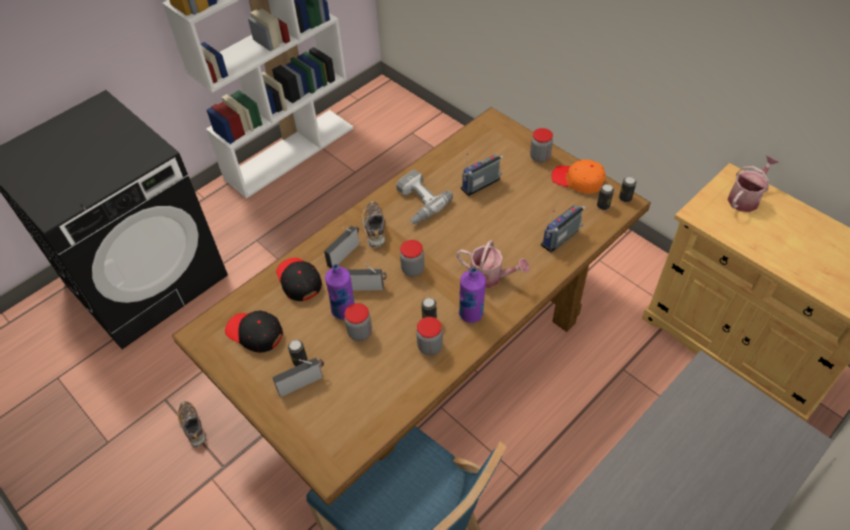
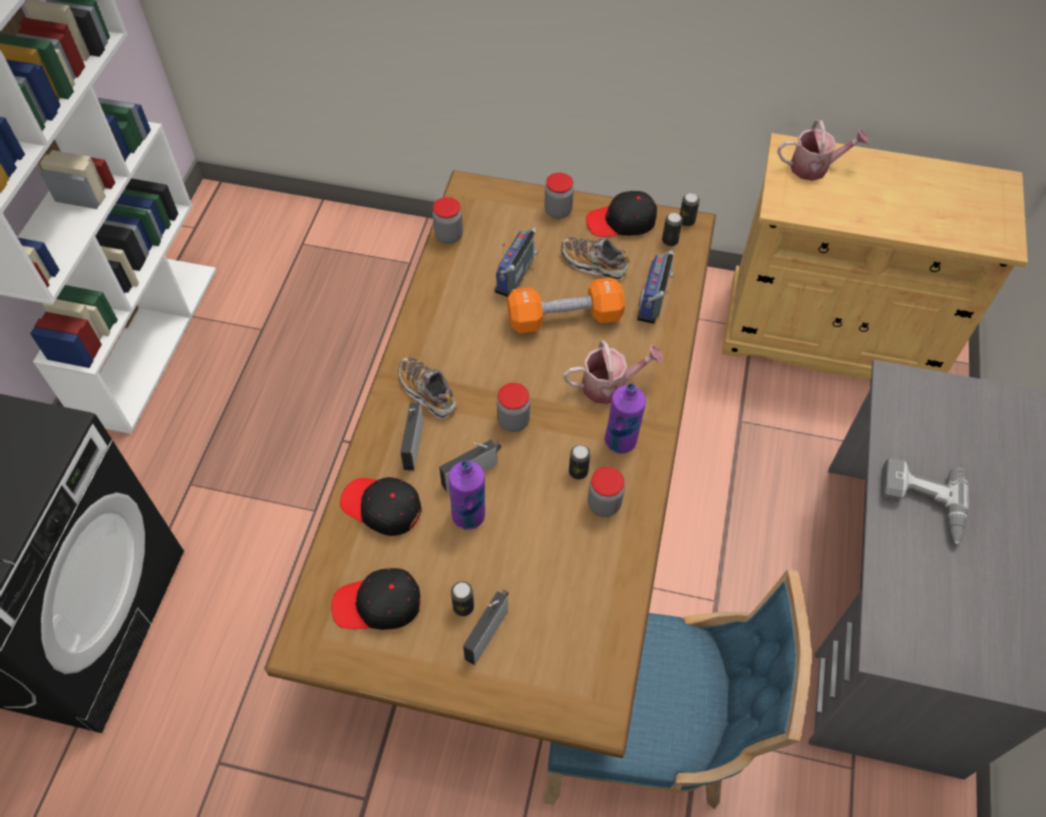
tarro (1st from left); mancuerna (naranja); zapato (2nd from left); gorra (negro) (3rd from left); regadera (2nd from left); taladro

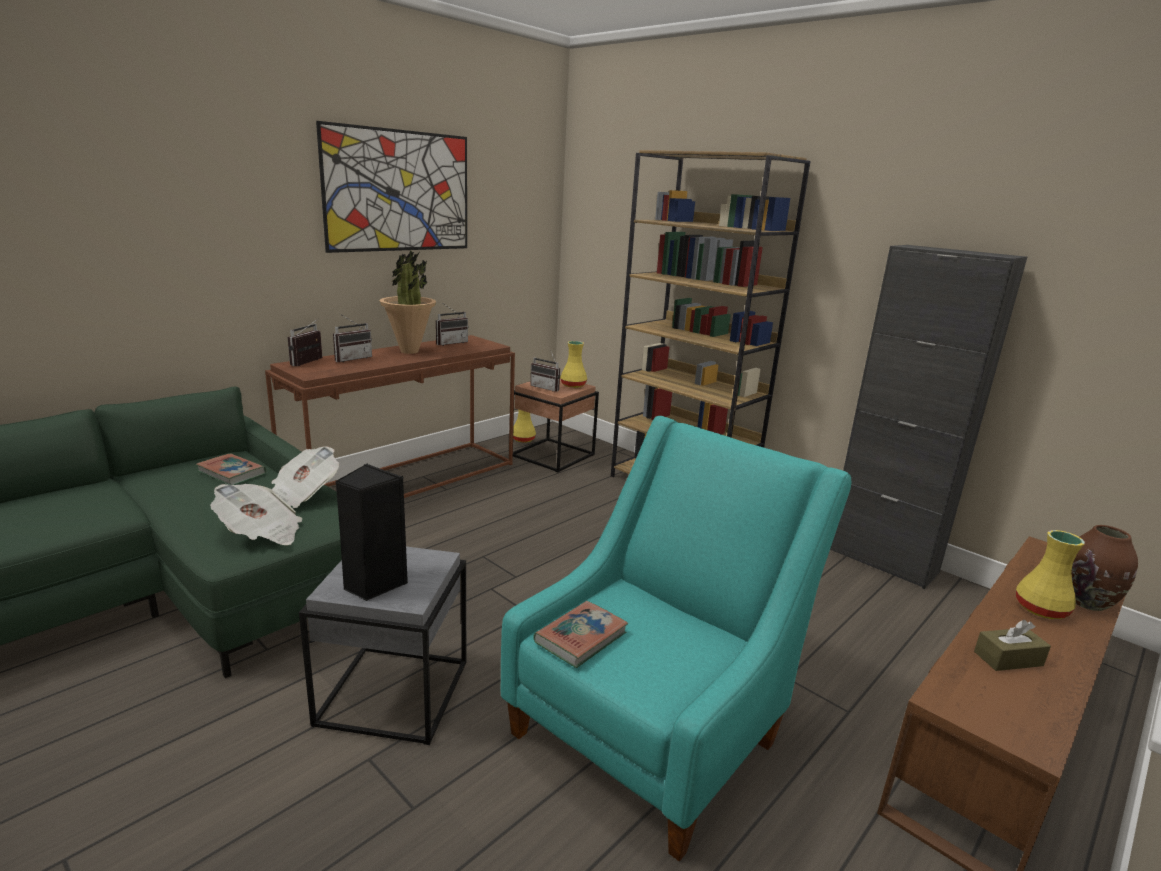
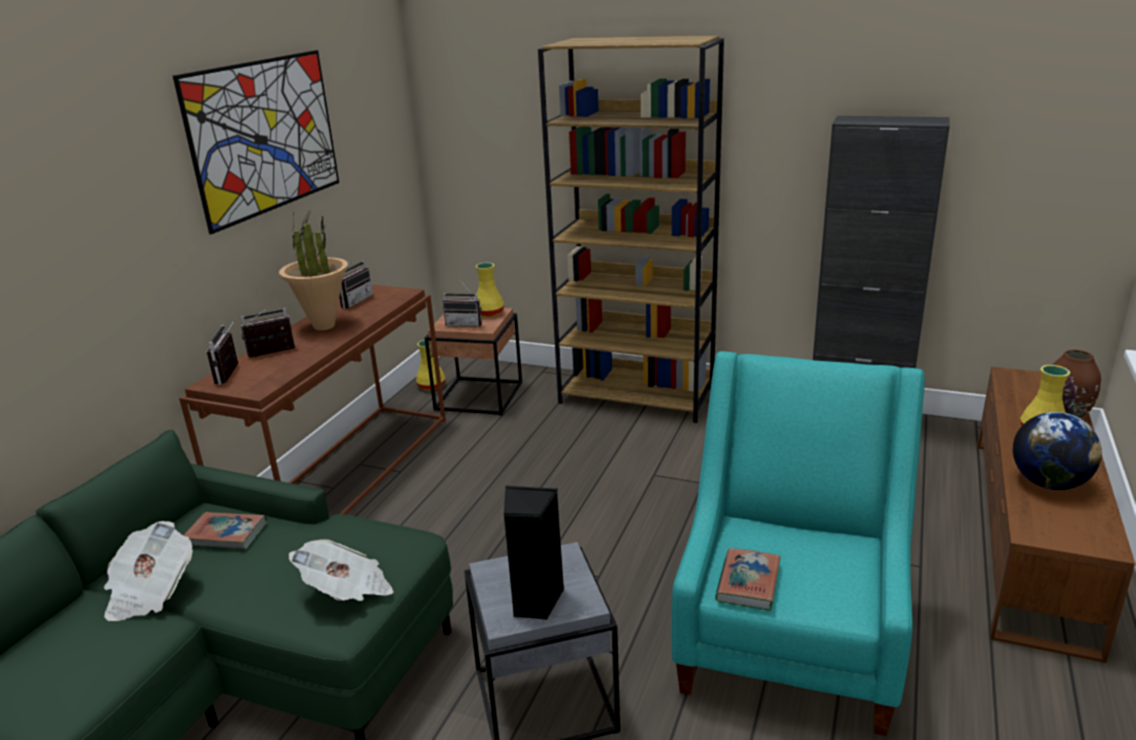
periódico (1st from left); radio (2nd from left); globo terráqueo

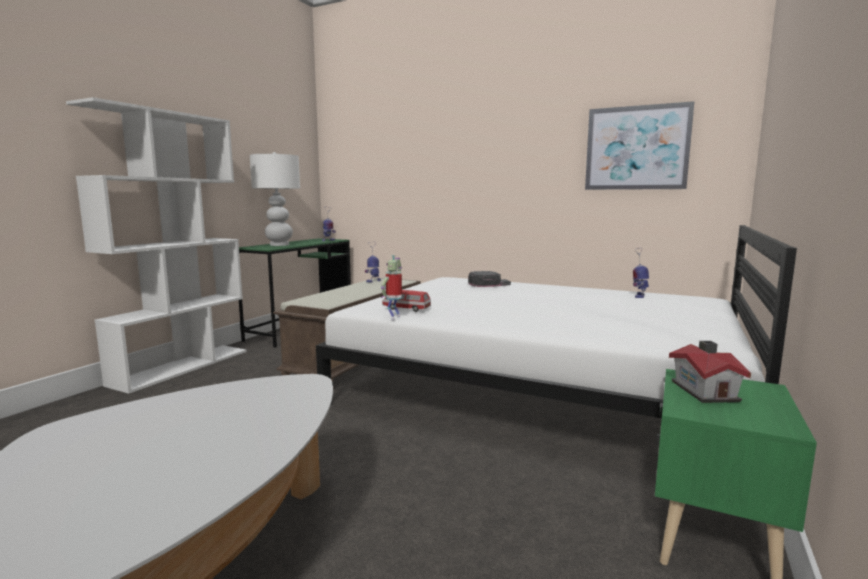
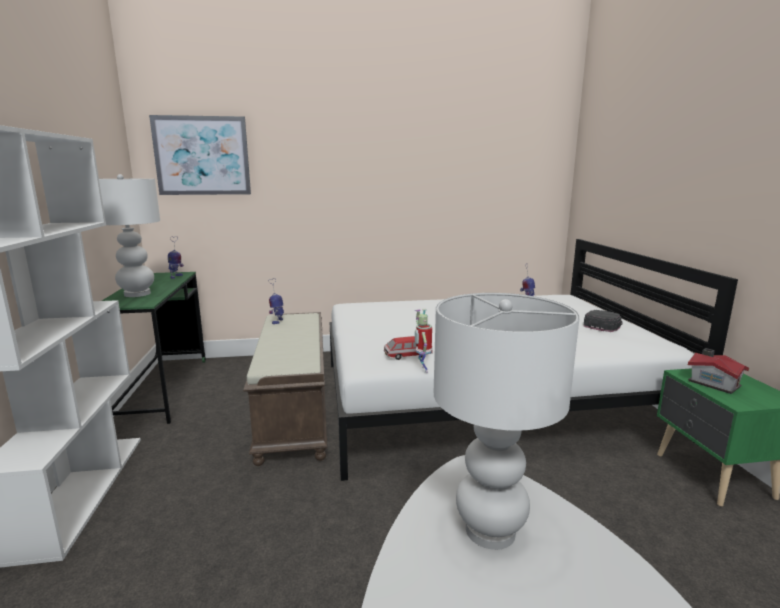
cuadro; lámpara de mesa (blanco) (2nd from left); gorra (negro)

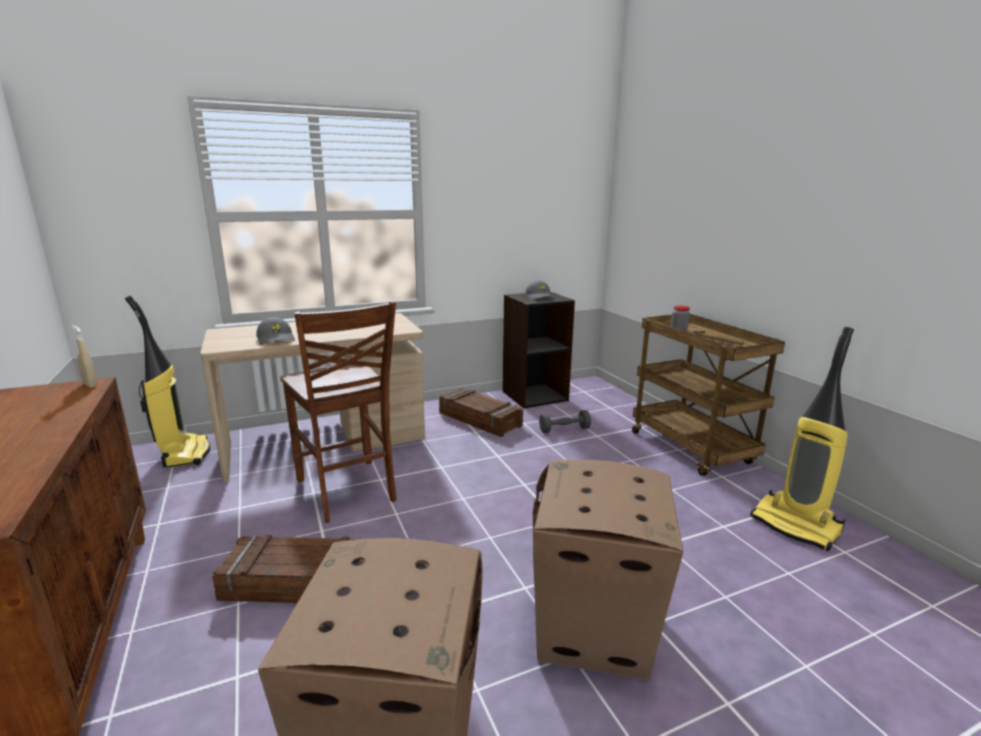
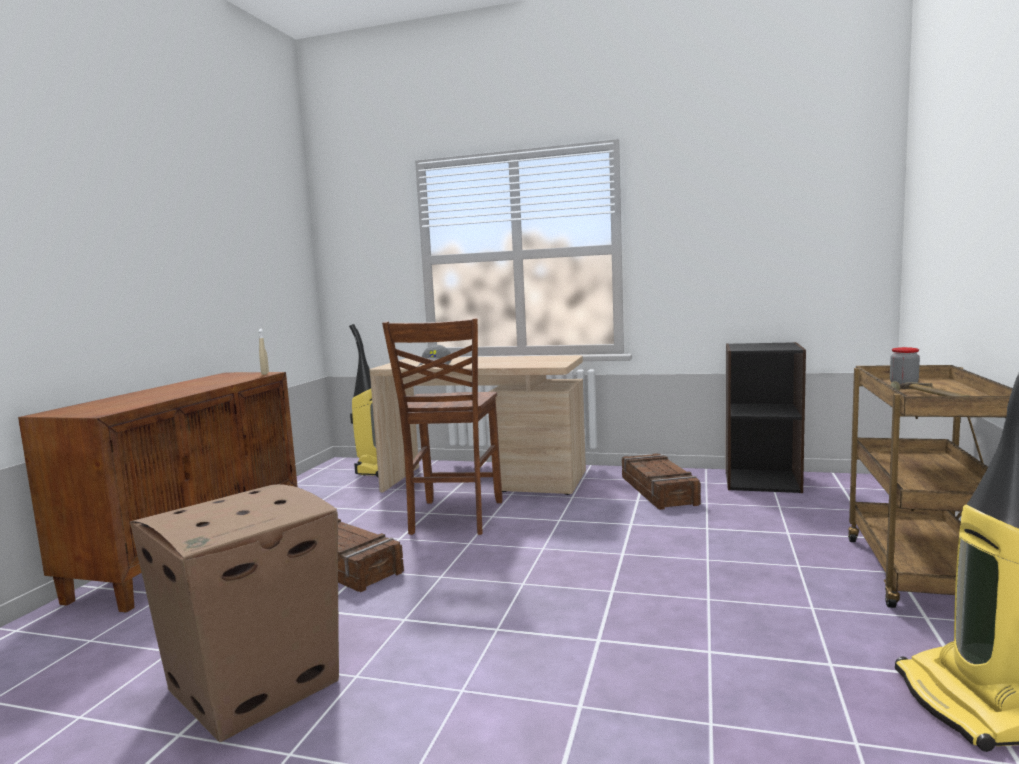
gorra (gris) (2nd from left in the first image); caja de cartón (2nd from left in the first image); mancuerna (gris)

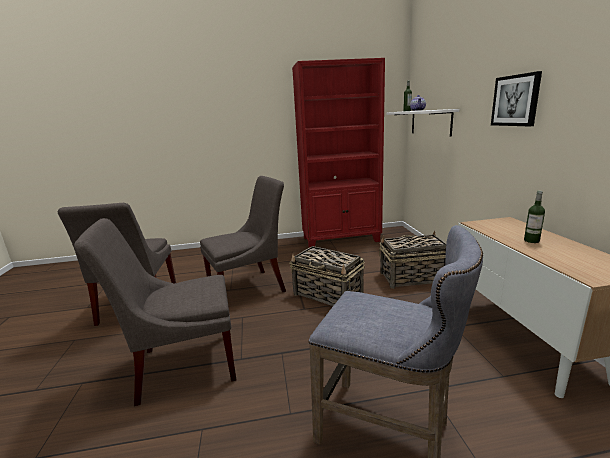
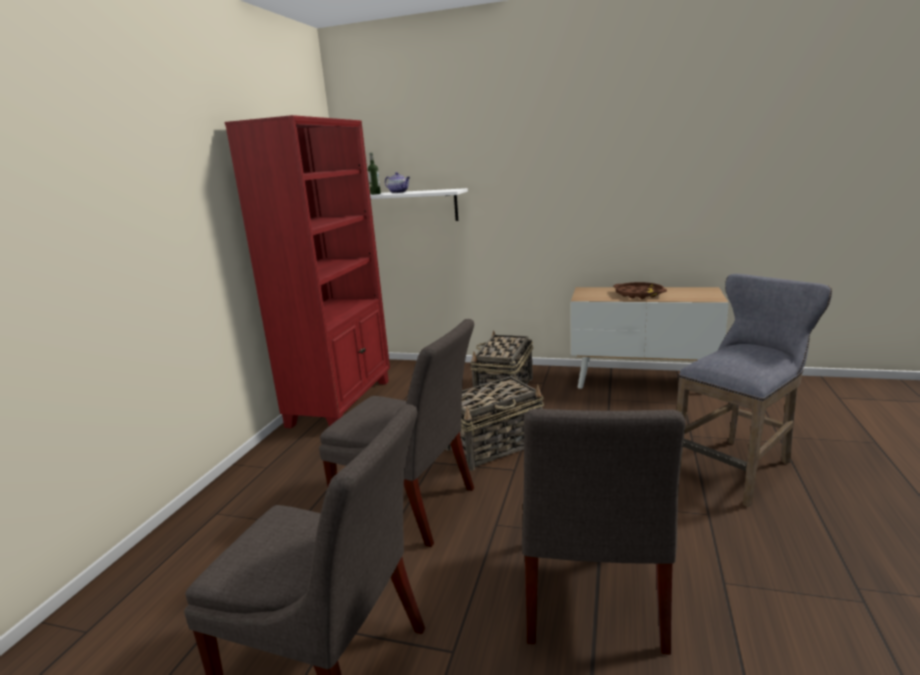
silla (gris) (2nd from left); bandeja (marrón); cuadro

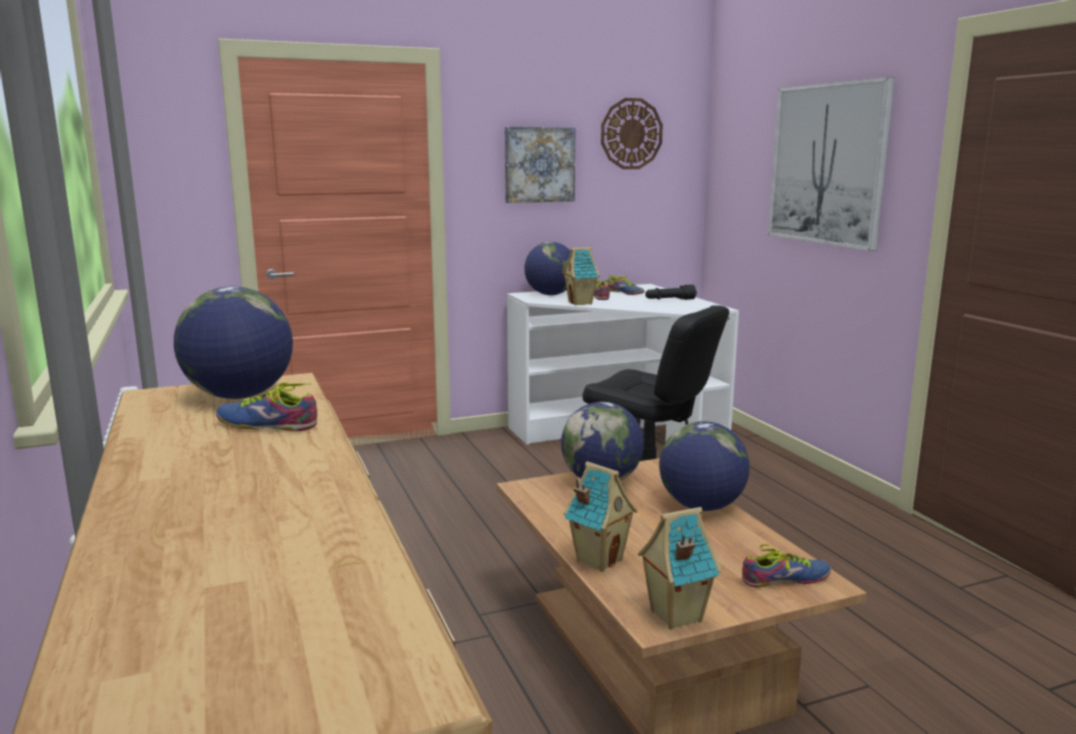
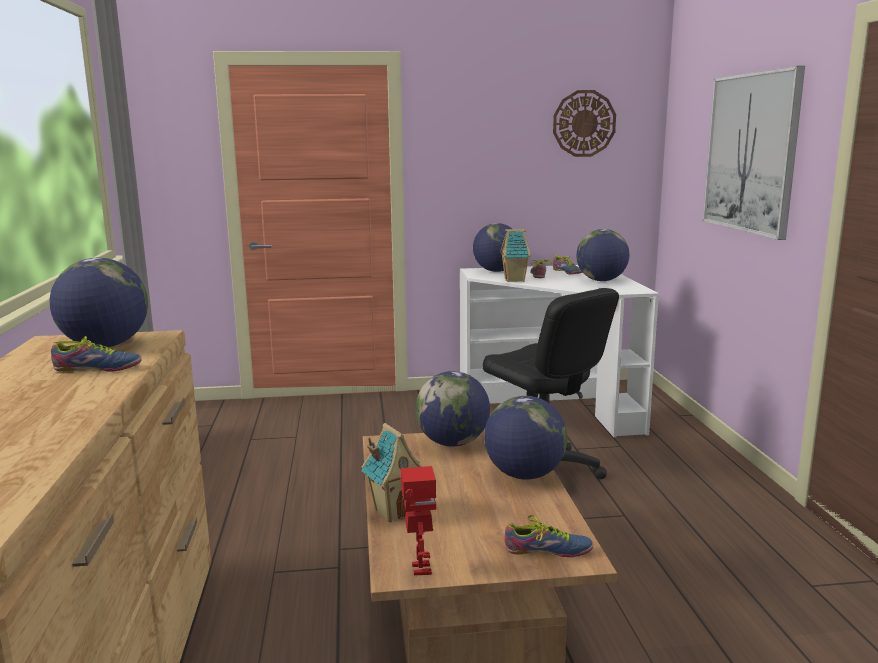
zapato (1st from left); robot de juguete; globo terráqueo (5th from left); cuadro (1st from left in the first image)

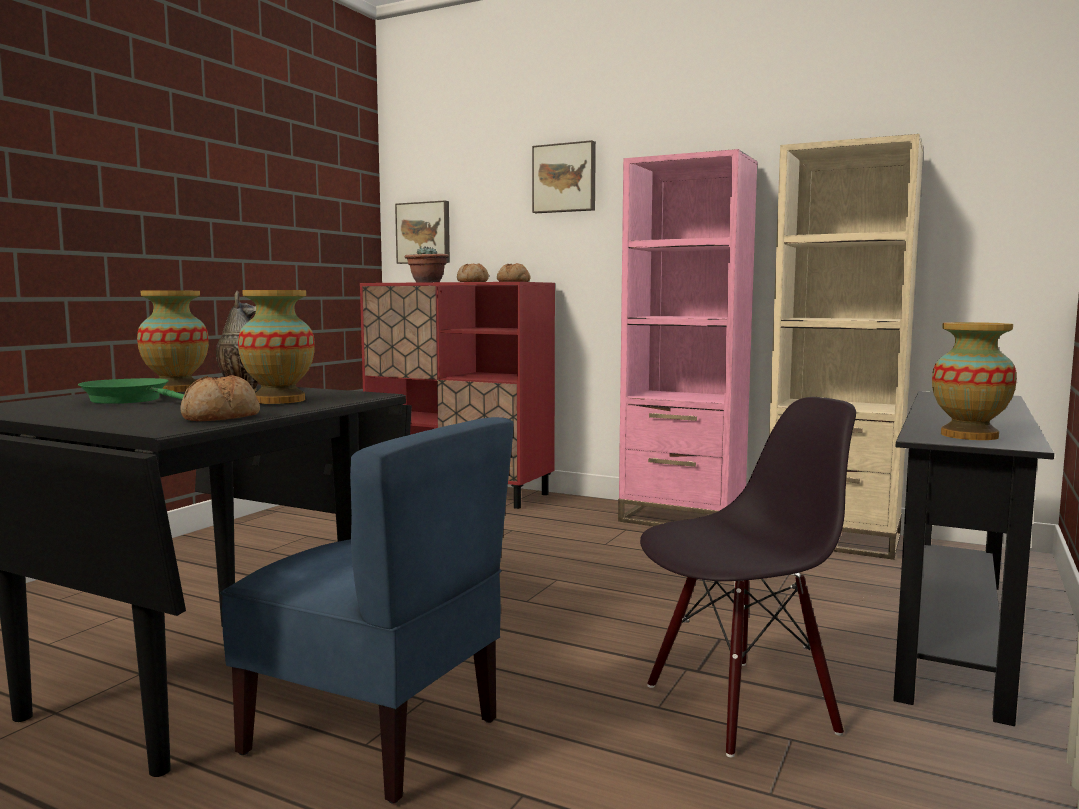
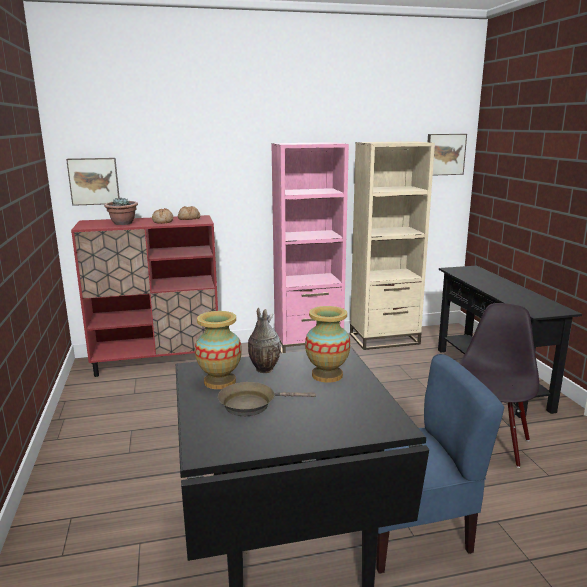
sartén (marrón); cuadro (2nd from left); pan (1st from left in the first image); florero (4th from left in the first image)

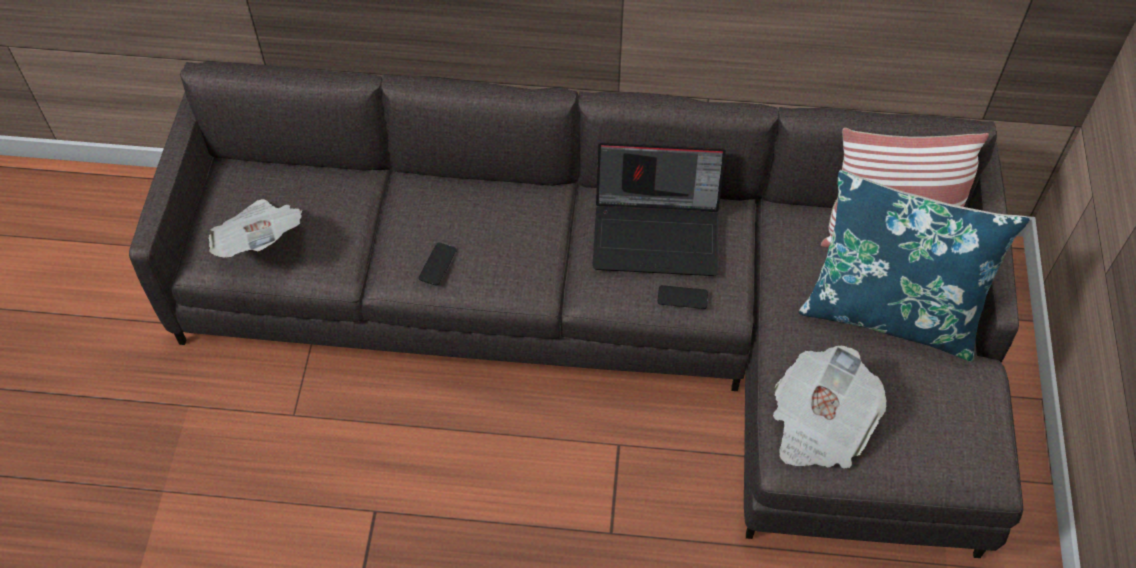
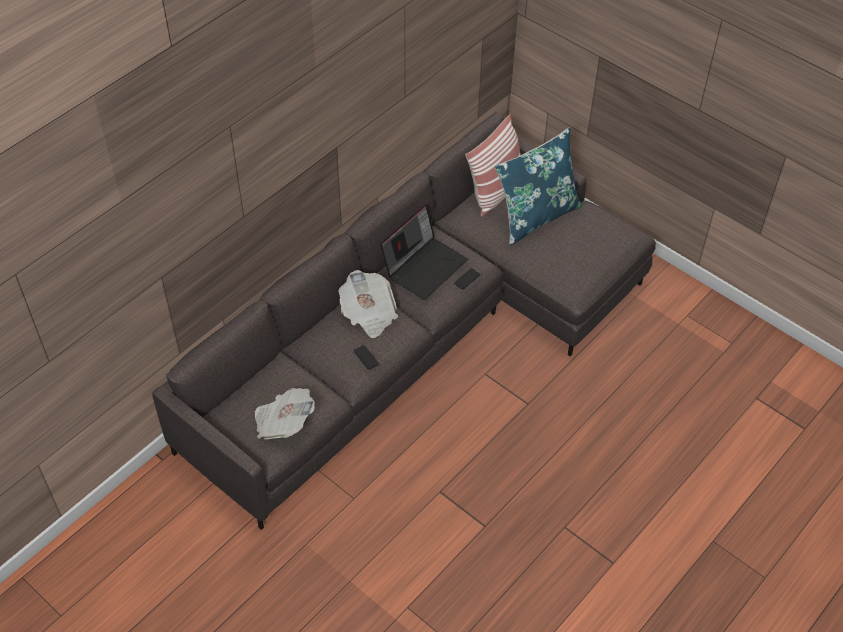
periódico (2nd from left)

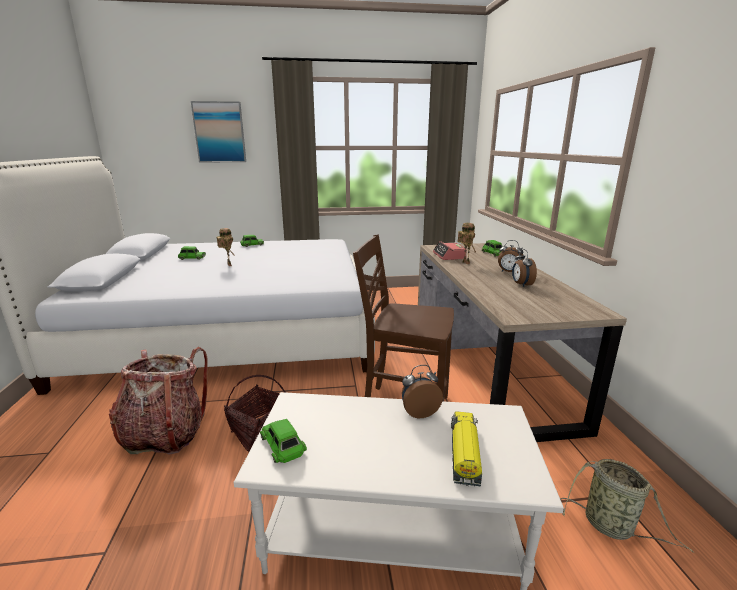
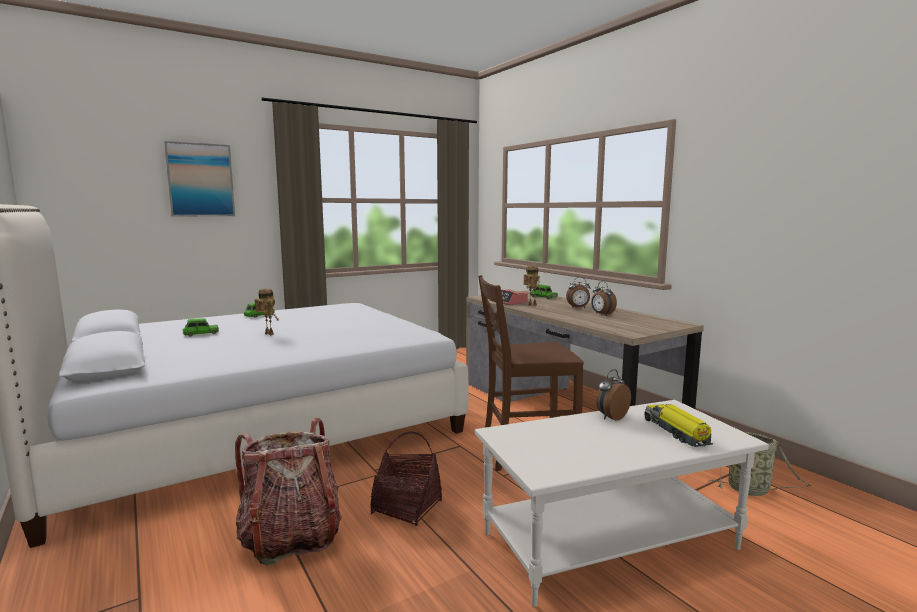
coche de juguete (verde) (3rd from left in the first image)

